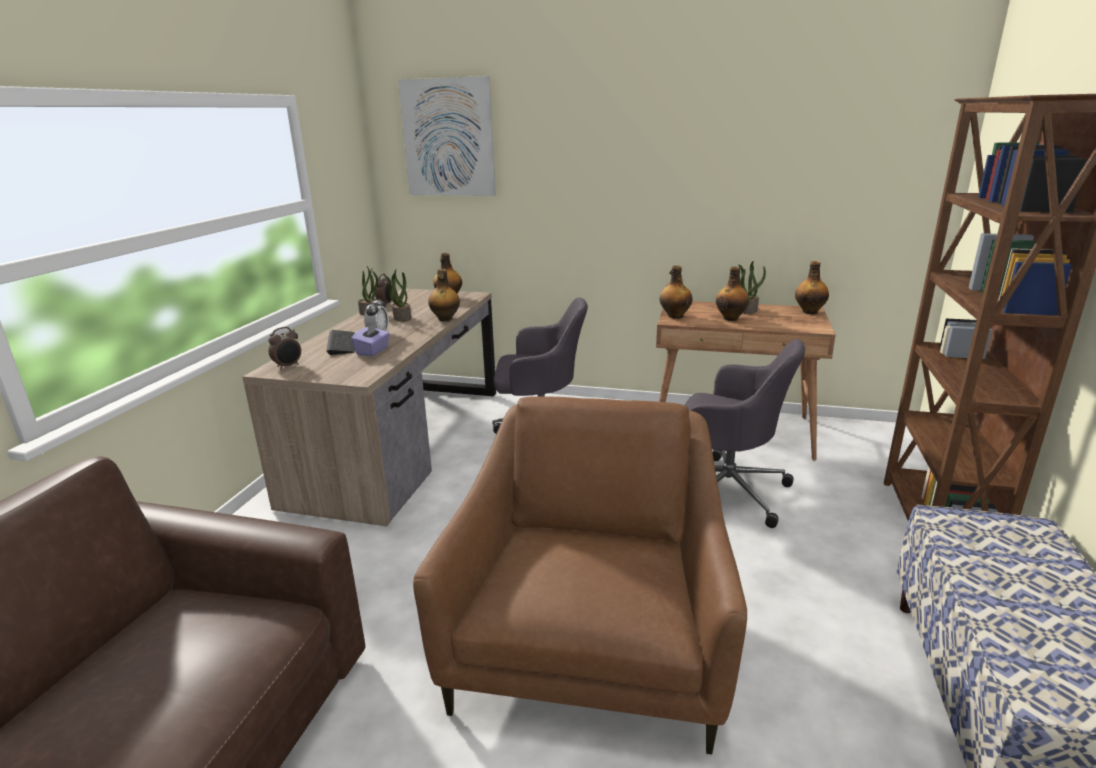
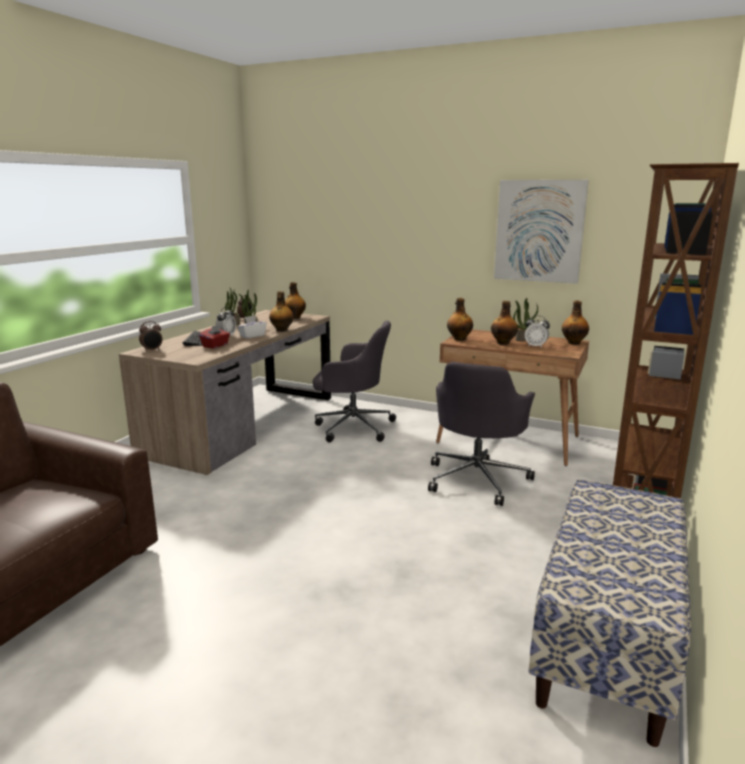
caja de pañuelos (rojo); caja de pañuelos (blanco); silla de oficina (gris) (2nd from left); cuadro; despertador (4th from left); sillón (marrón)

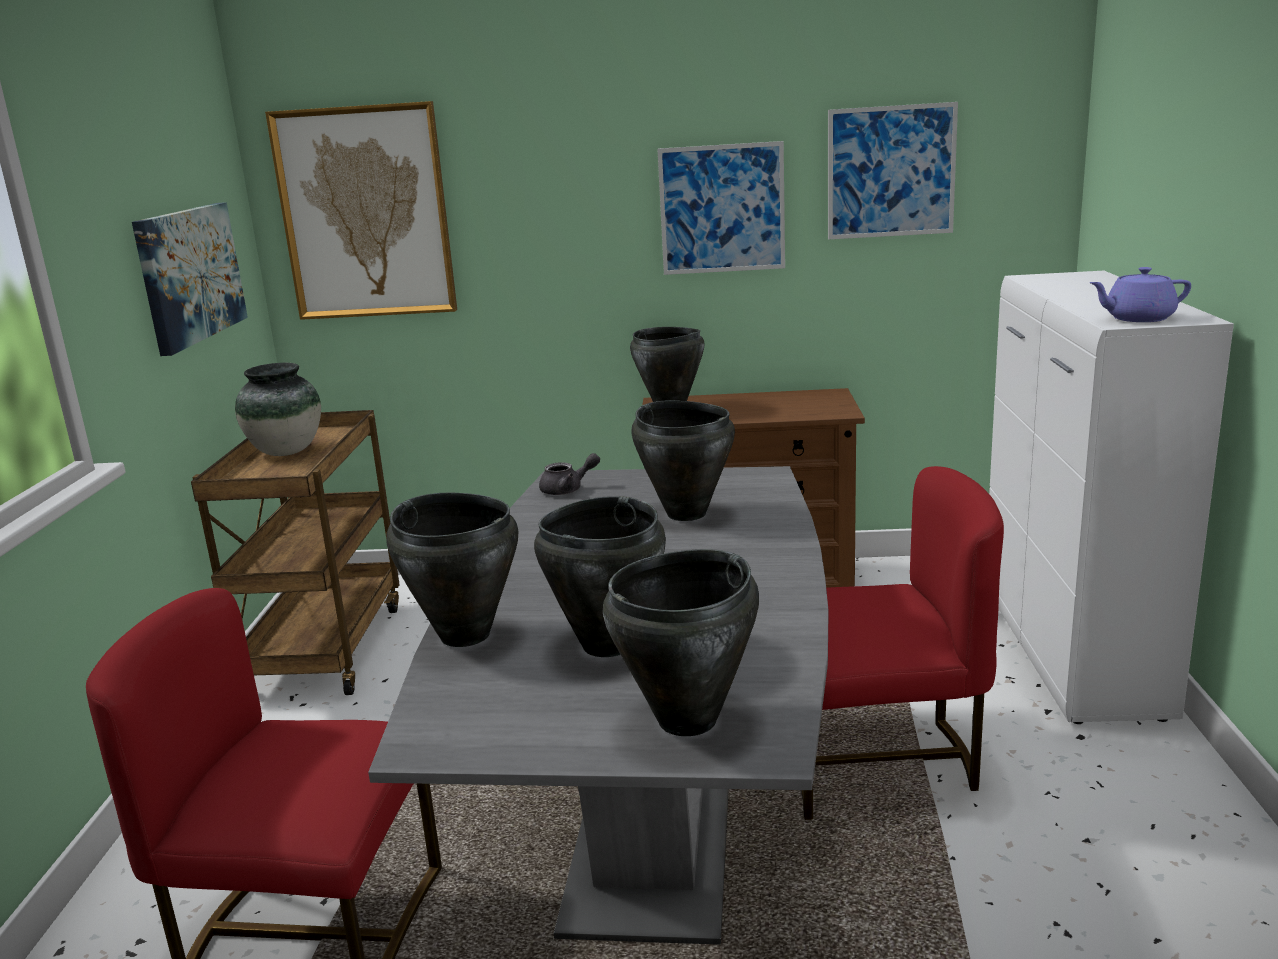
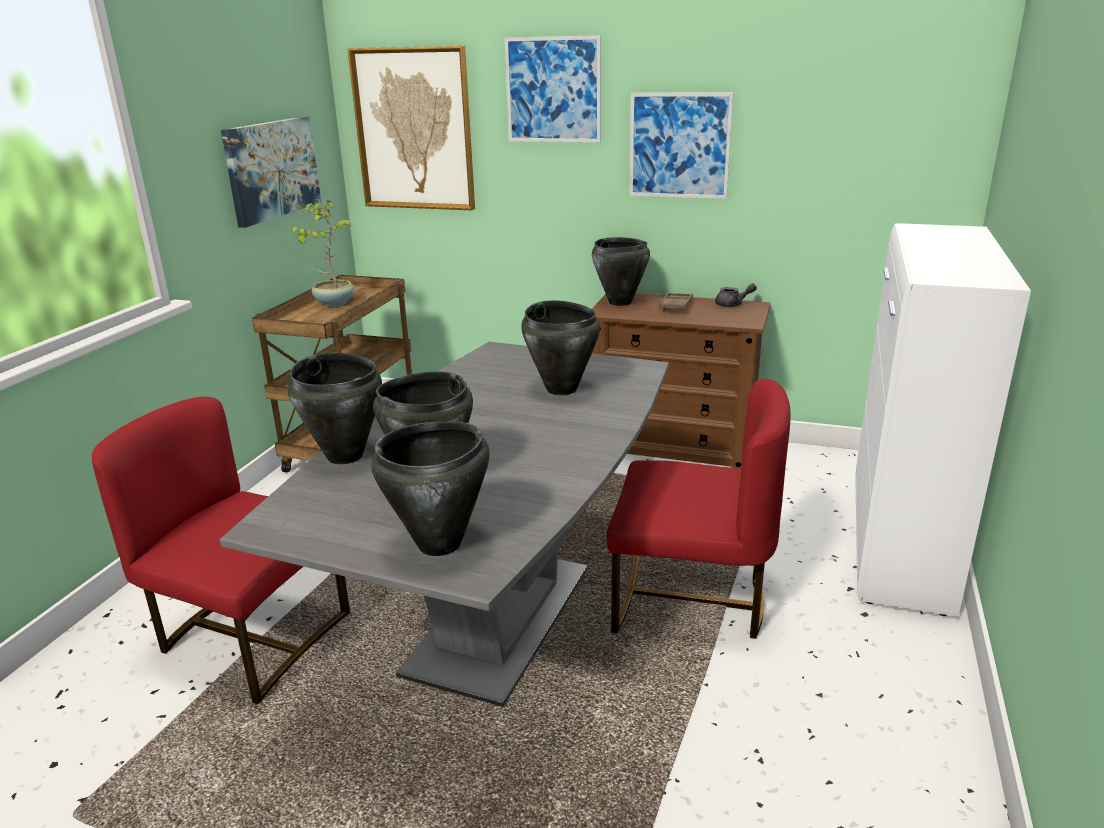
planta en maceta; cuadro (3rd from left); bandeja (marrón); tetera (gris); tetera (morado)

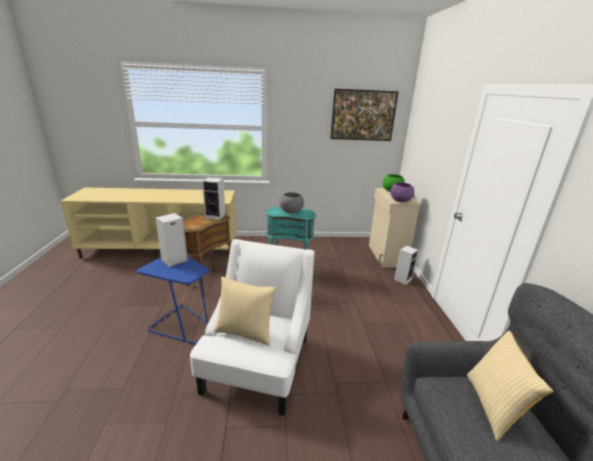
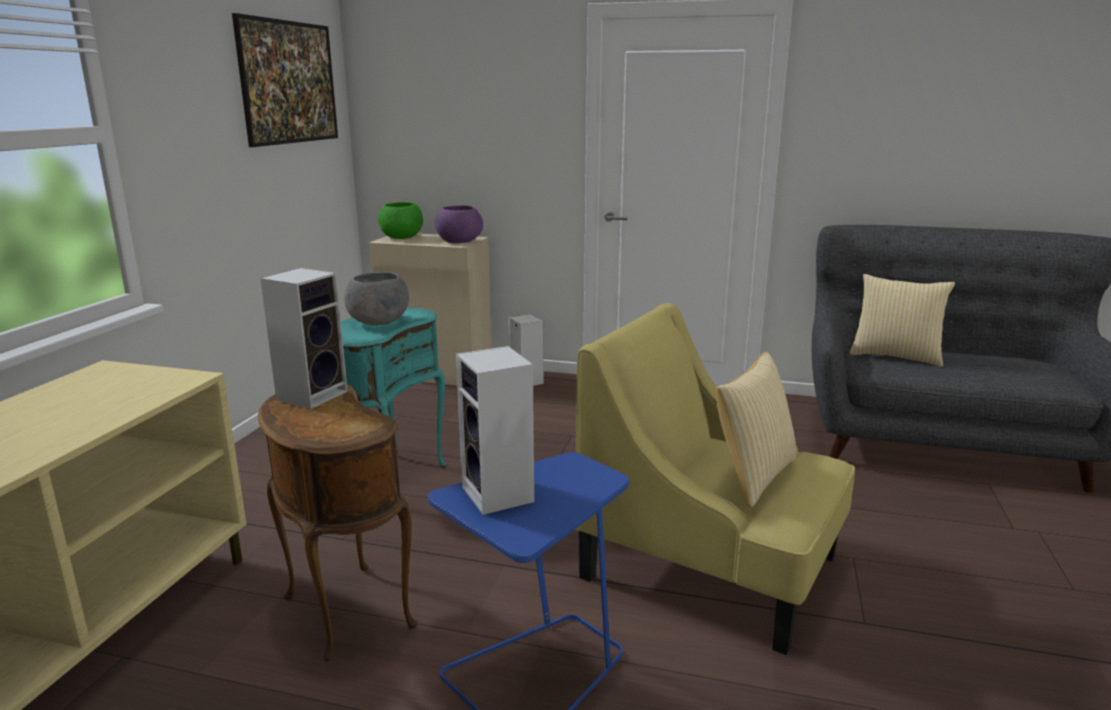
sillón (amarillo)

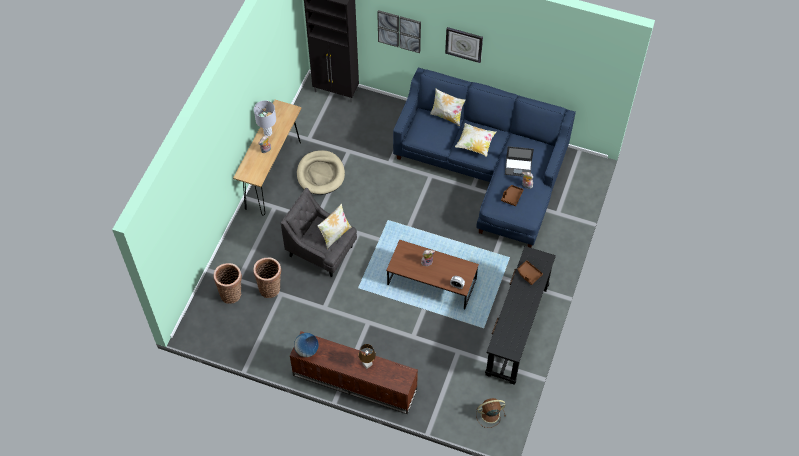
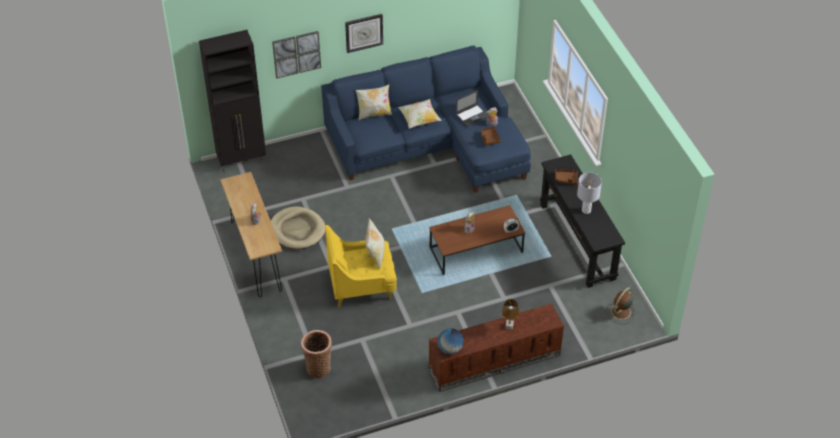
sillón (amarillo); lámpara de mesa (gris); cesta (2nd from left in the first image)

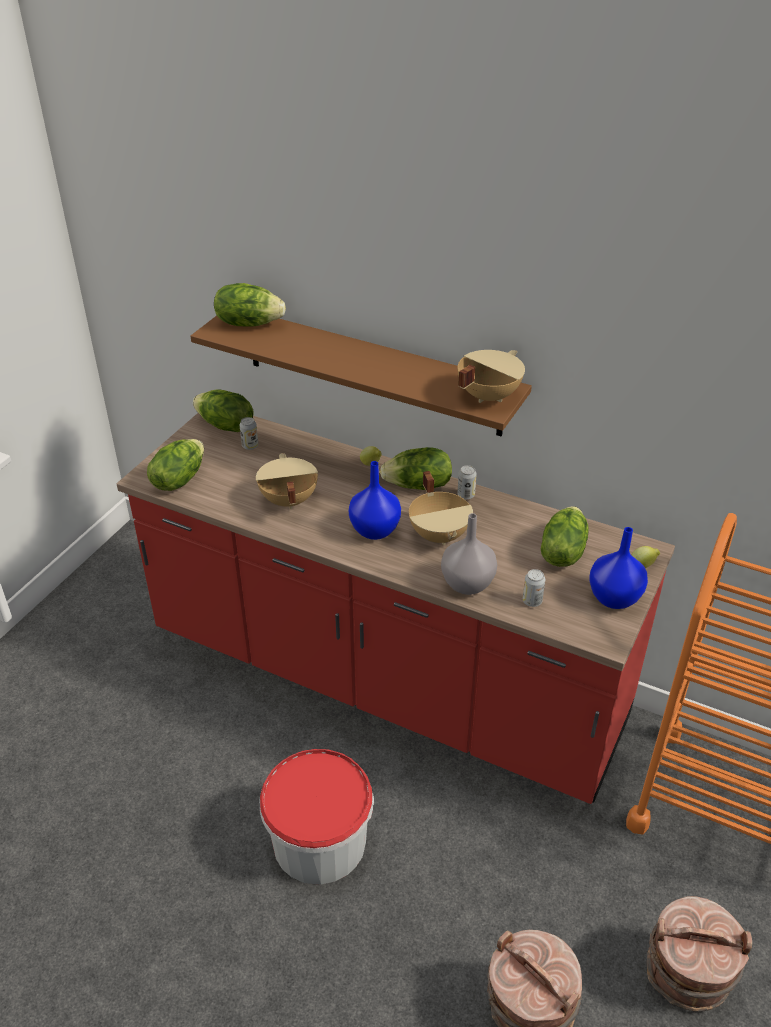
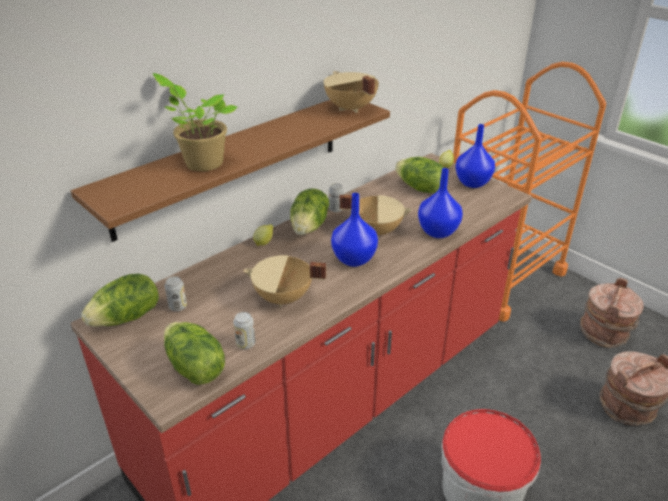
planta en maceta; lata (2nd from left); florero (azul) (2nd from left); lechuga (3rd from left in the first image)

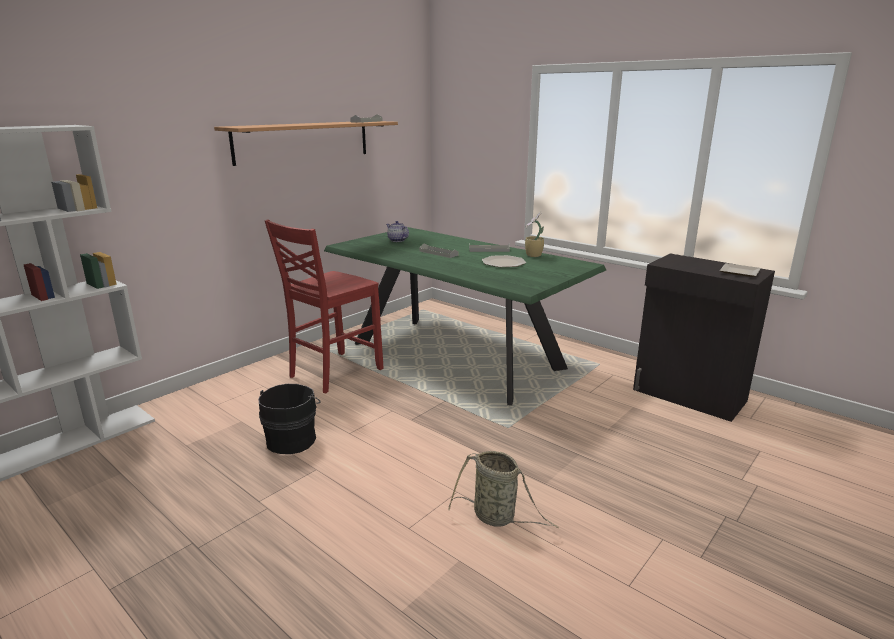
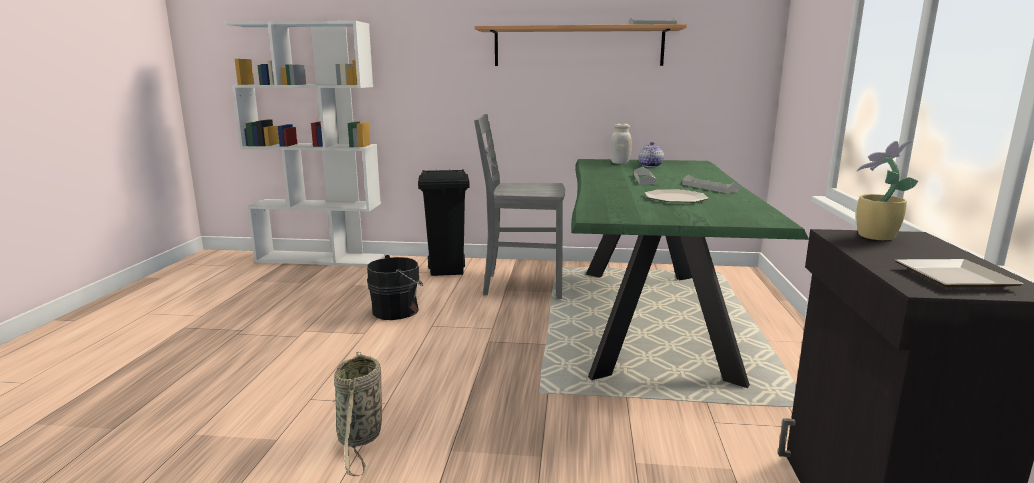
papelera (negro); silla (gris); tarro (blanco); planta en maceta

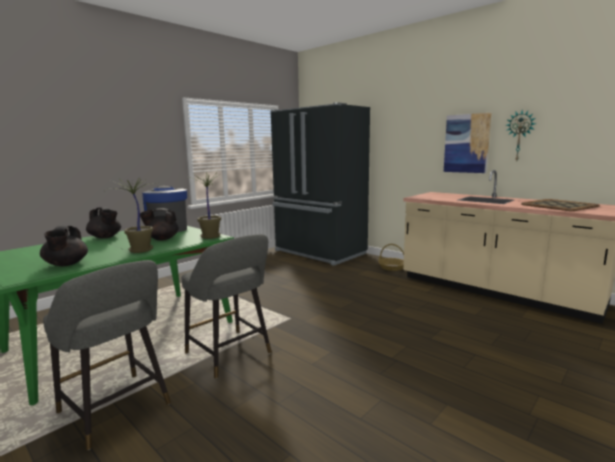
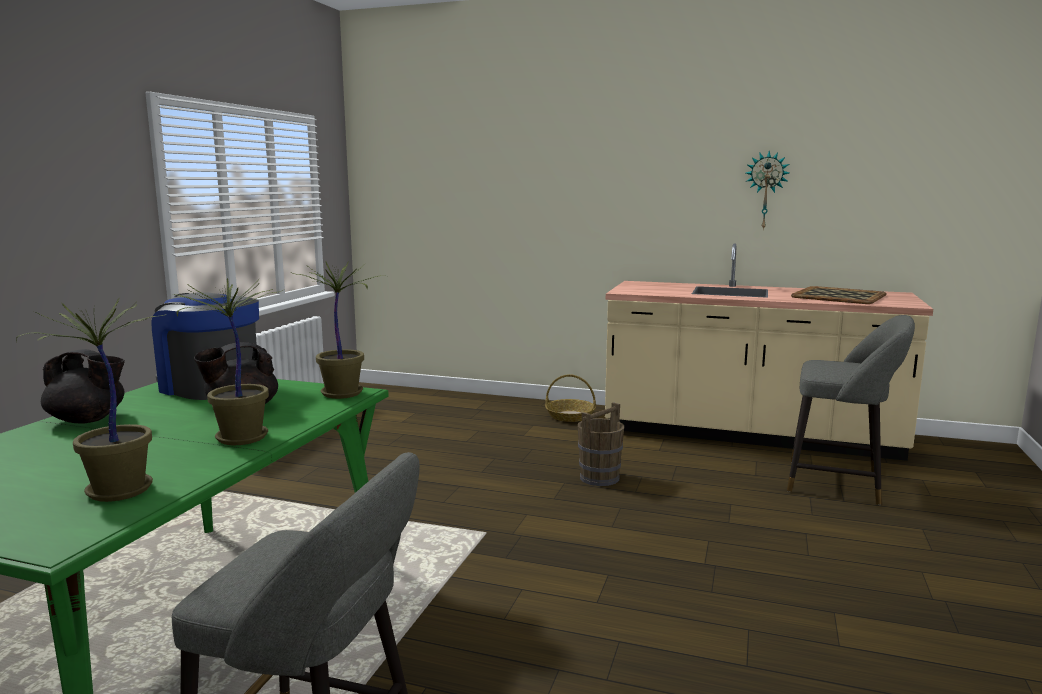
planta en maceta (1st from left); cubo (marrón); taburete (gris) (2nd from left); nevera (negro); cuadro

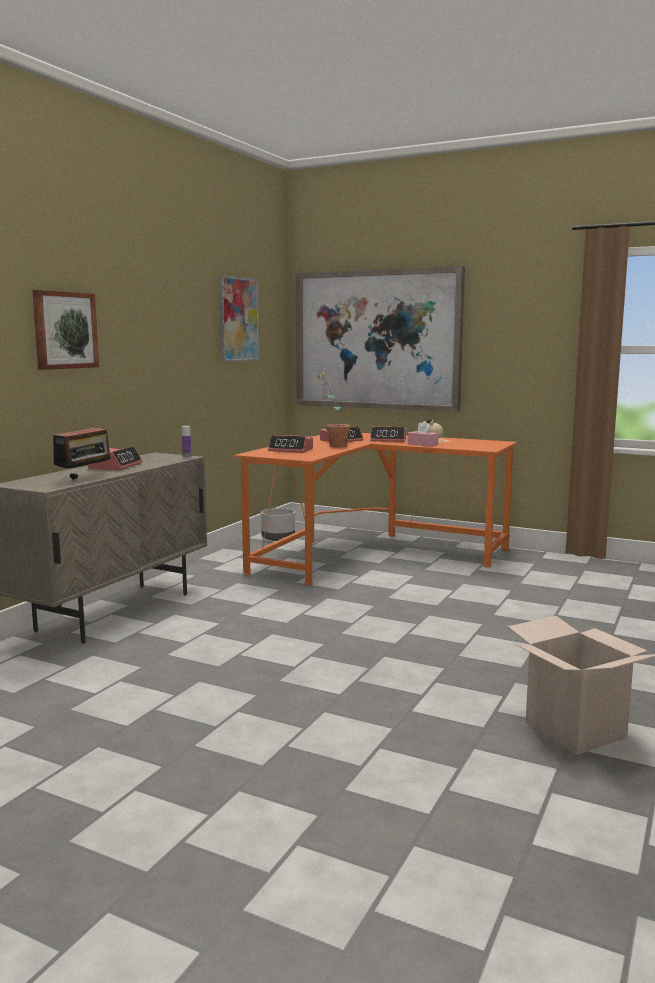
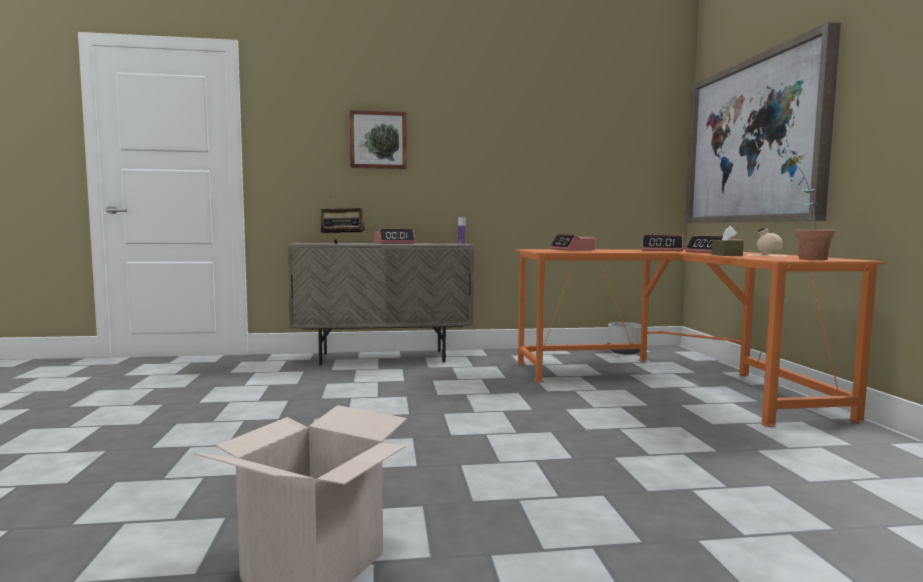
caja de pañuelos (marrón); planta en maceta; cuadro (2nd from left in the first image)

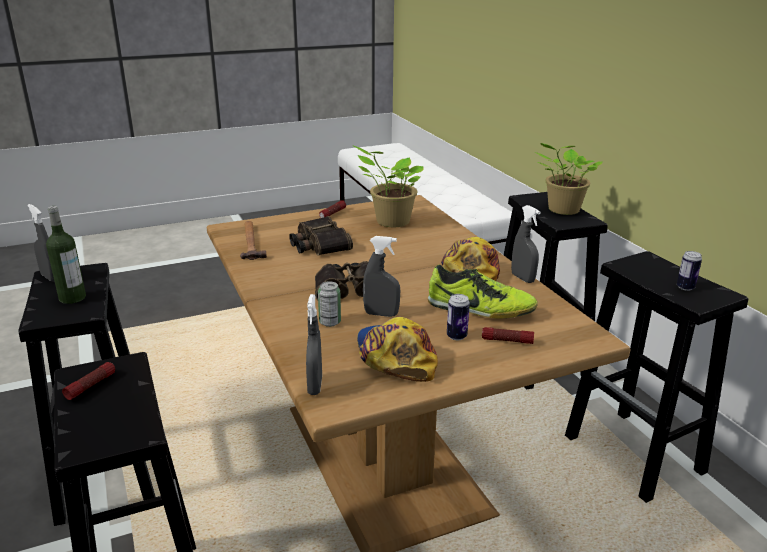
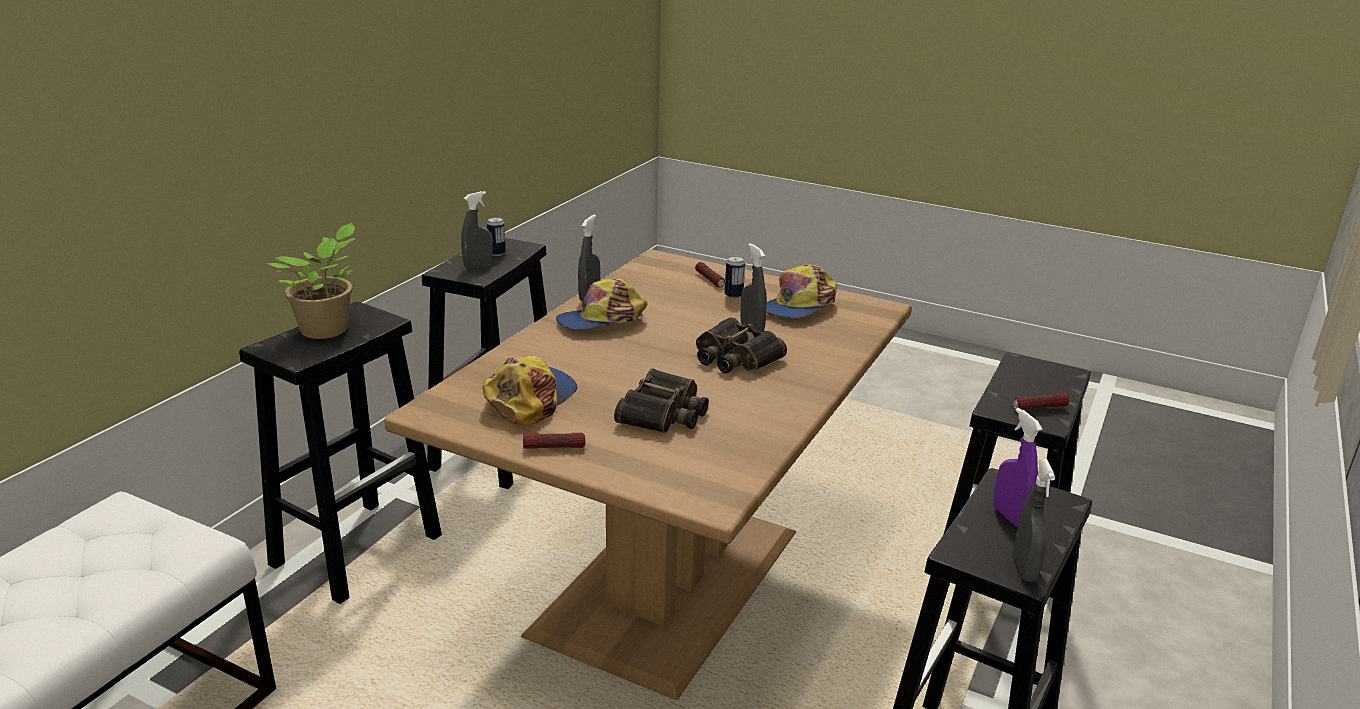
pulverizador (gris) (1st from left); gorra (1st from left); pulverizador (morado); martillo; lata (1st from left in the first image); zapato

